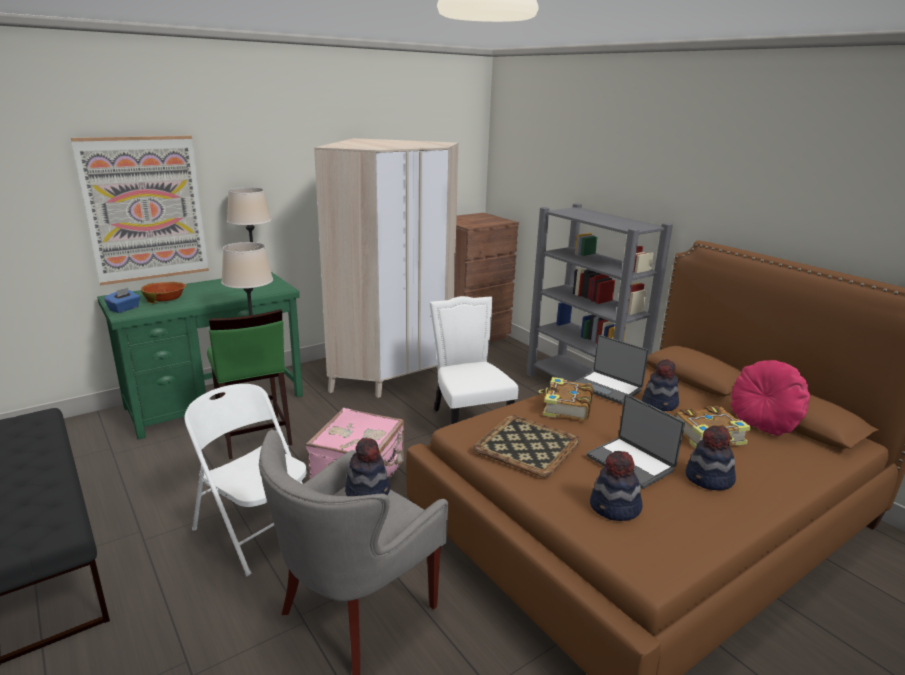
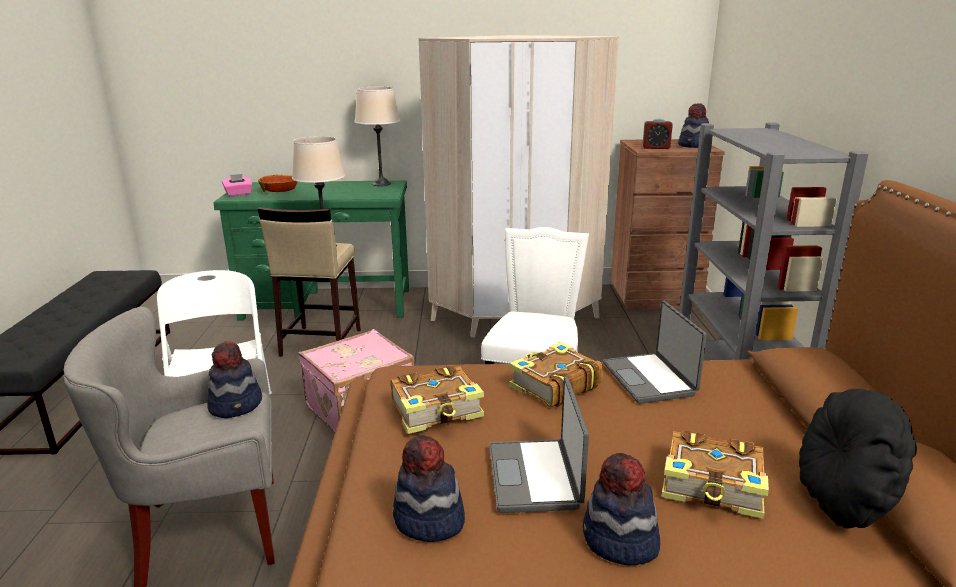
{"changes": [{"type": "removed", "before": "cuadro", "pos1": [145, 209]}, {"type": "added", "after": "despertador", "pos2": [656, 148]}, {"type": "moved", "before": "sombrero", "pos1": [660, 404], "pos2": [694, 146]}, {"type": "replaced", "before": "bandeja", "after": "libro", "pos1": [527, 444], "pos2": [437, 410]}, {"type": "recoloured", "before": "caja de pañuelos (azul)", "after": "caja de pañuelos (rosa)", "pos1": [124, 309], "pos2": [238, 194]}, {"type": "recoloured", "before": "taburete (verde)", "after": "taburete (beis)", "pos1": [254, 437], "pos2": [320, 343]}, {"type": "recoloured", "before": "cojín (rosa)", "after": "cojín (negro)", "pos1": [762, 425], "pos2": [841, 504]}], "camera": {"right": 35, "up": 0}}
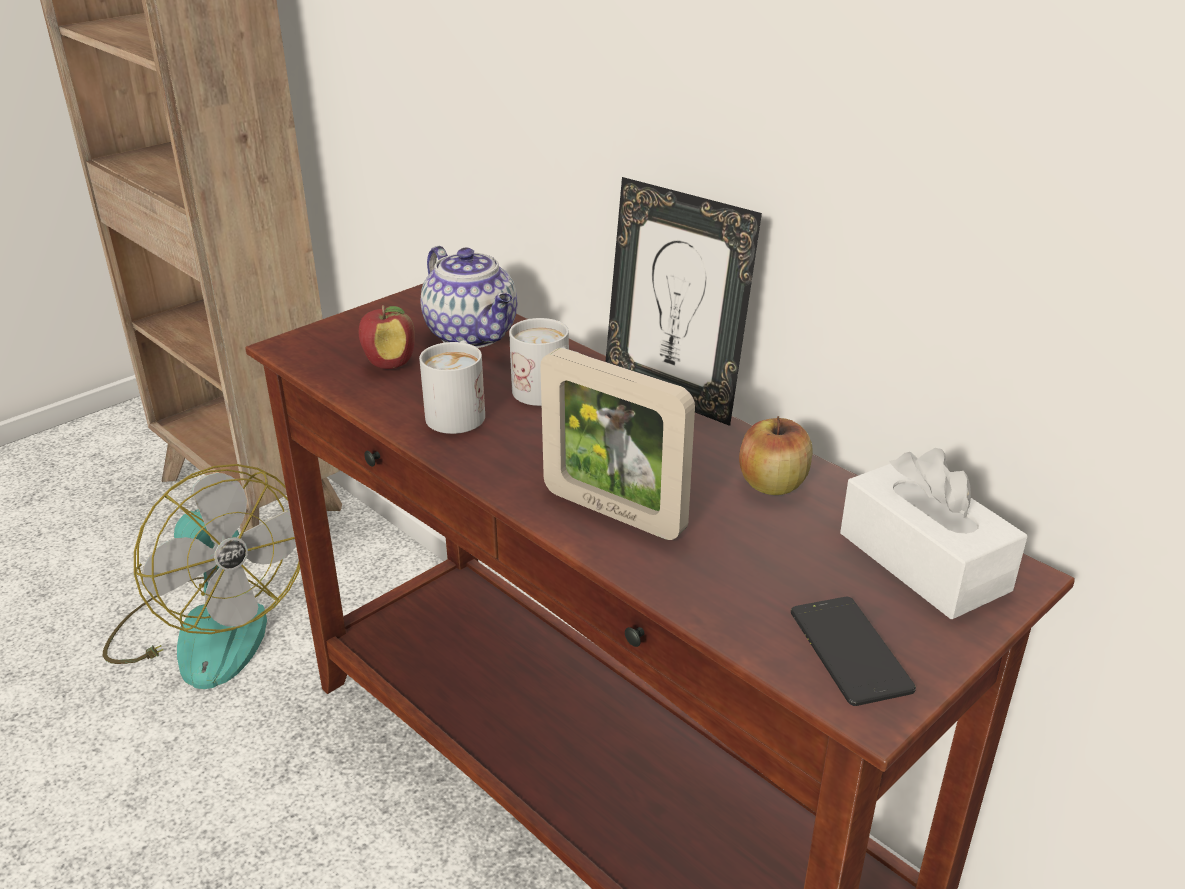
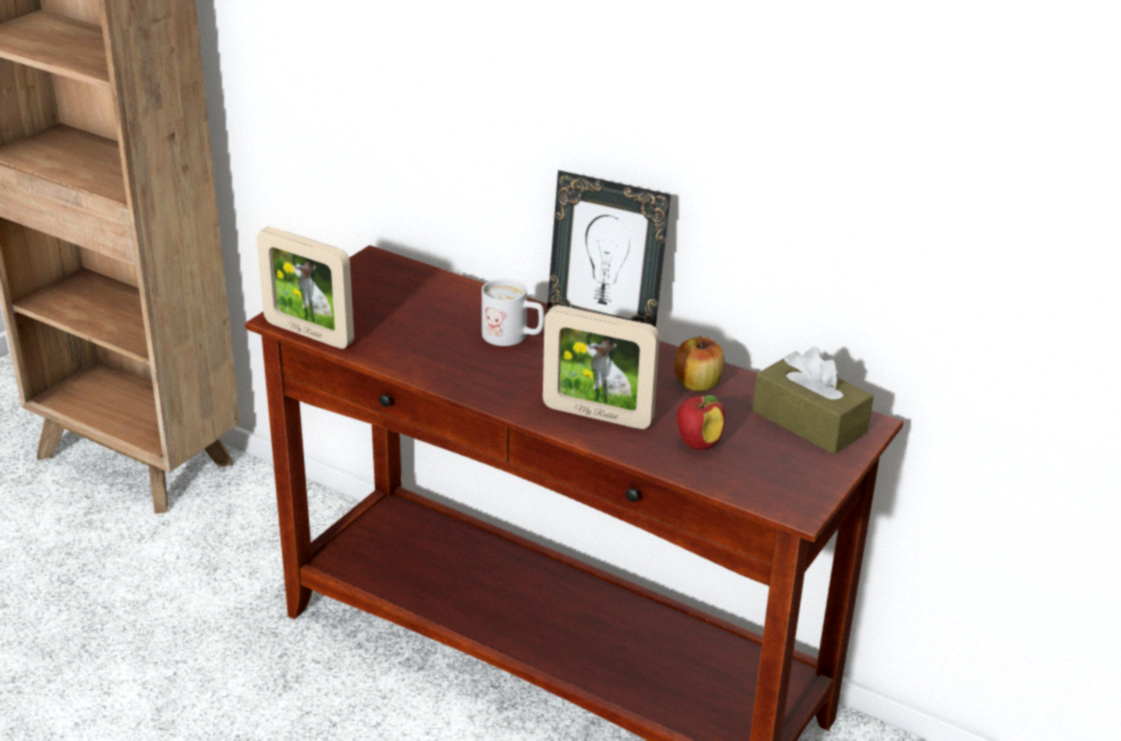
{"changes": [{"type": "removed", "before": "ventilador", "pos1": [208, 628]}, {"type": "removed", "before": "taza grande (blanco)", "pos1": [458, 411]}, {"type": "removed", "before": "tetera", "pos1": [473, 336]}, {"type": "removed", "before": "móvil", "pos1": [850, 651]}, {"type": "added", "after": "portarretratos", "pos2": [308, 333]}, {"type": "moved", "before": "manzana", "pos1": [390, 364], "pos2": [698, 444]}, {"type": "recoloured", "before": "caja de pañuelos (blanco)", "after": "caja de pañuelos (marrón)", "pos1": [923, 561], "pos2": [809, 422]}], "camera": {"right": -15, "up": 0}}
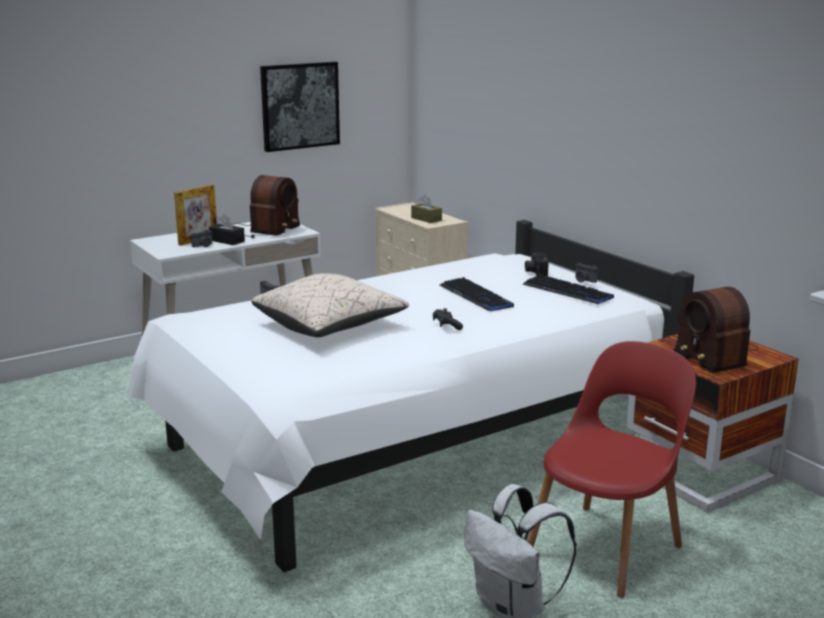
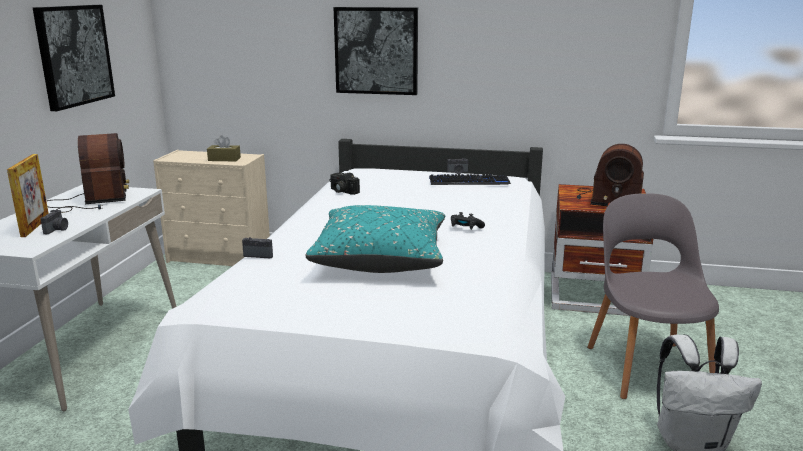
{"changes": [{"type": "removed", "before": "caja de pañuelos (negro)", "pos1": [227, 241]}, {"type": "removed", "before": "teclado", "pos1": [475, 296]}, {"type": "added", "after": "cuadro", "pos2": [376, 51]}, {"type": "moved", "before": "cámara", "pos1": [535, 271], "pos2": [342, 191]}, {"type": "recoloured", "before": "cojín (beis)", "after": "cojín (turquesa)", "pos1": [330, 325], "pos2": [381, 259]}, {"type": "recoloured", "before": "silla (rojo)", "after": "silla (gris)", "pos1": [607, 546], "pos2": [647, 366]}], "camera": {"right": -45, "up": 0}}
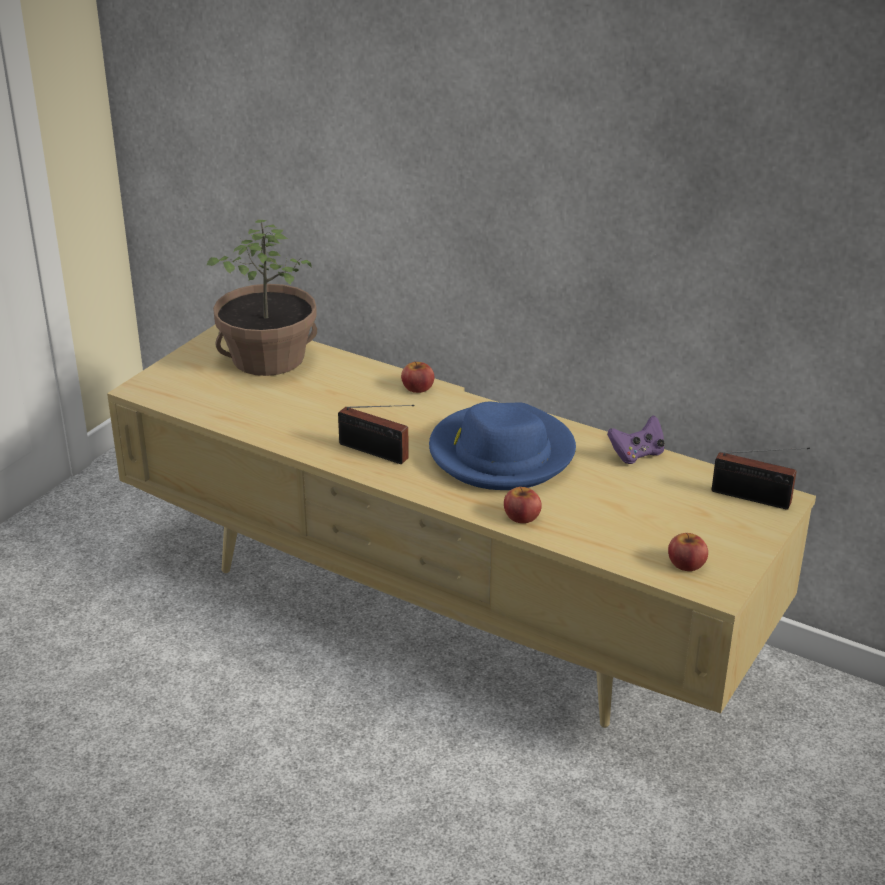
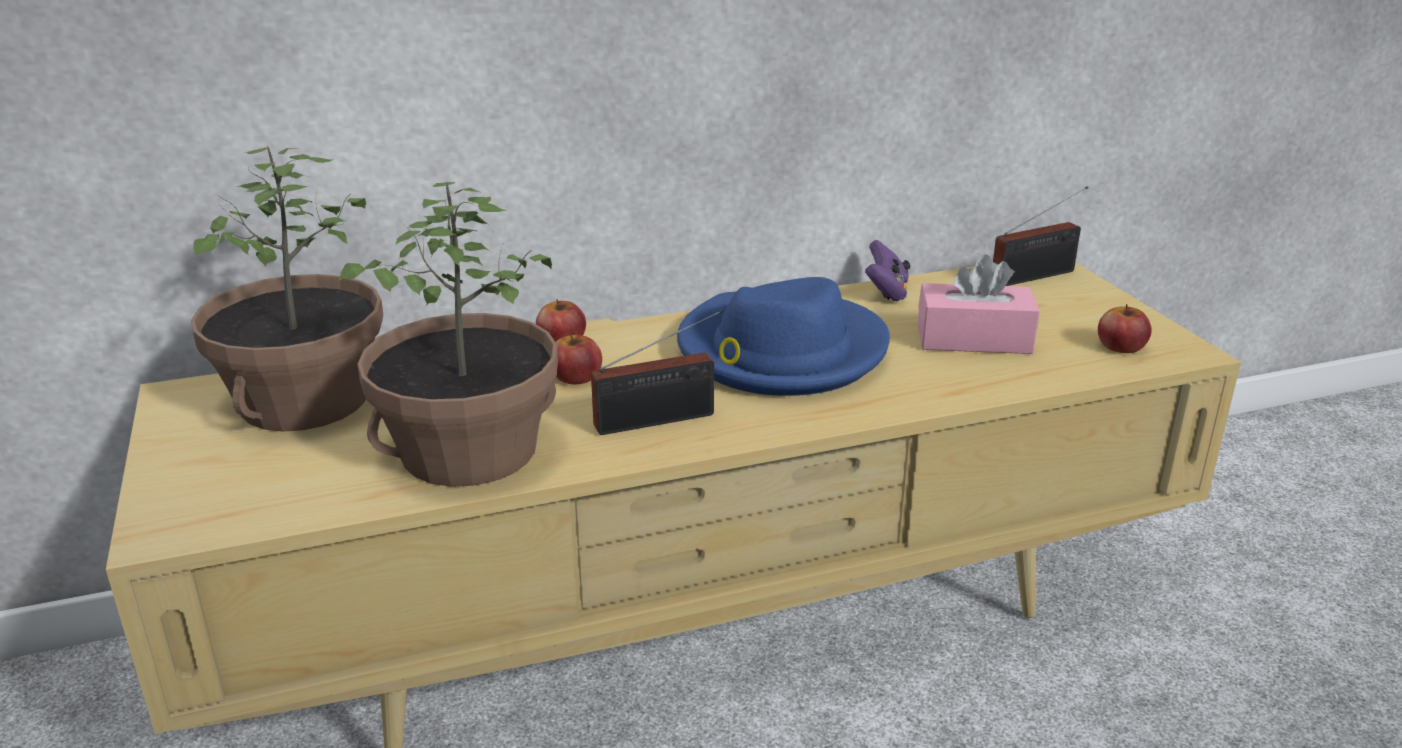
{"changes": [{"type": "added", "after": "planta en maceta", "pos2": [469, 449]}, {"type": "added", "after": "caja de pañuelos (rosa)", "pos2": [973, 339]}, {"type": "moved", "before": "manzana", "pos1": [522, 516], "pos2": [576, 376]}], "camera": {"right": -50, "up": -5}}
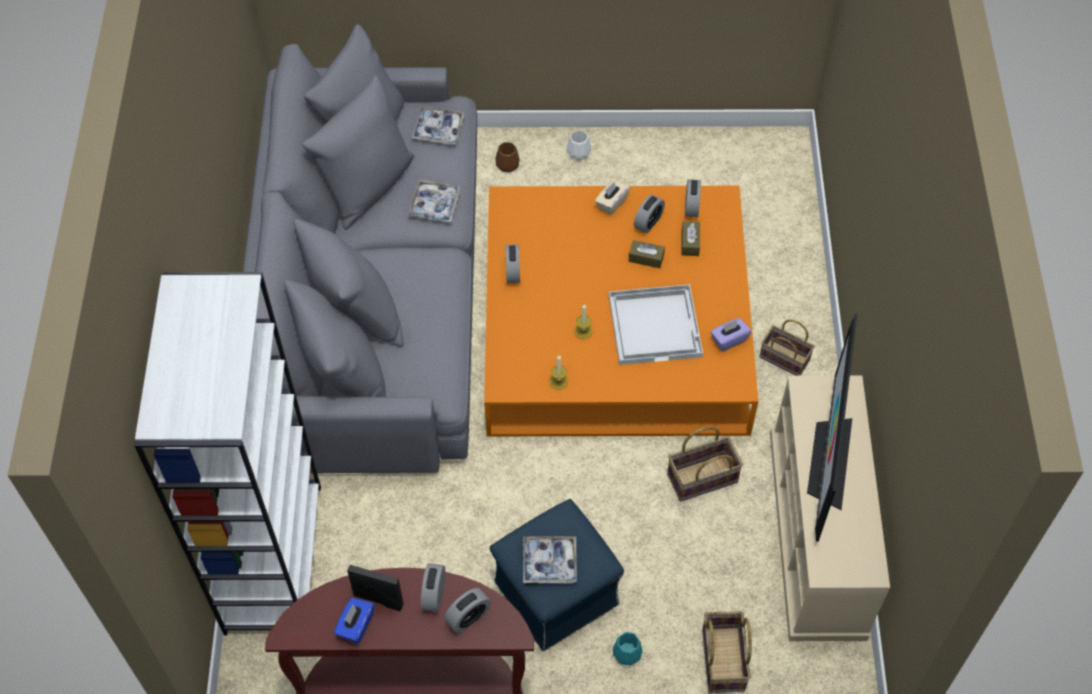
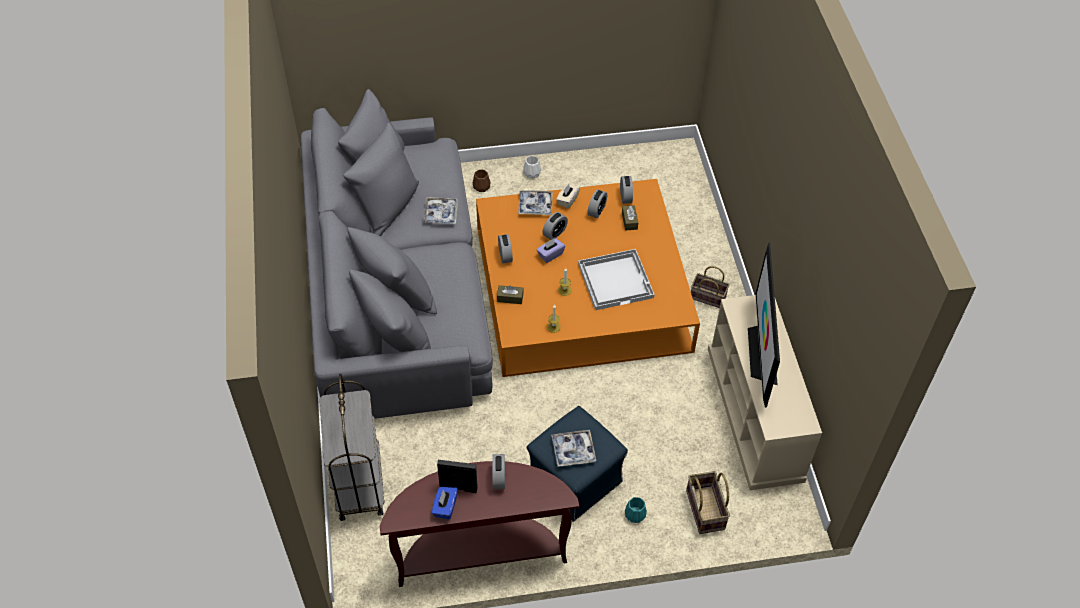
{"changes": [{"type": "removed", "before": "cesta", "pos1": [702, 479]}, {"type": "moved", "before": "bandeja", "pos1": [438, 129], "pos2": [535, 206]}, {"type": "moved", "before": "despertador", "pos1": [468, 617], "pos2": [554, 233]}, {"type": "moved", "before": "caja de pañuelos (marrón)", "pos1": [646, 258], "pos2": [510, 298]}, {"type": "moved", "before": "caja de pañuelos (morado)", "pos1": [729, 340], "pos2": [550, 254]}, {"type": "replaced", "before": "estantería (blanco)", "after": "carrito (gris)", "pos1": [272, 557], "pos2": [358, 483]}], "camera": {"right": -10, "up": -5}}
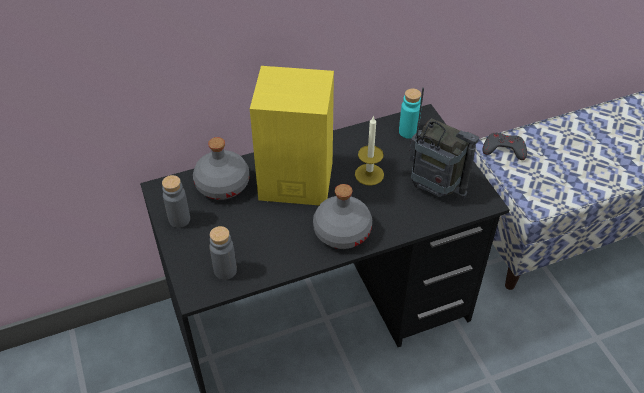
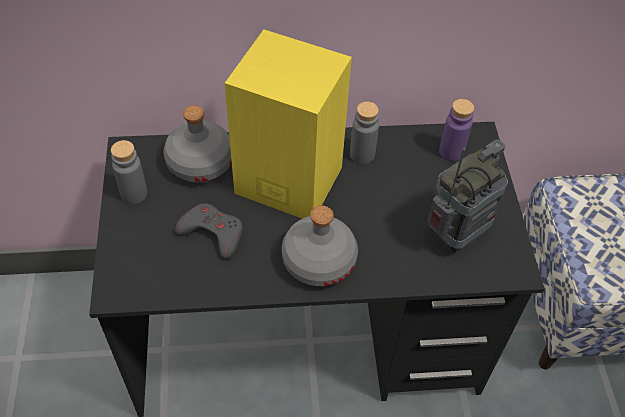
{"changes": [{"type": "removed", "before": "vela", "pos1": [369, 174]}, {"type": "moved", "before": "botella (gris)", "pos1": [225, 270], "pos2": [362, 154]}, {"type": "moved", "before": "mando de consola (gris)", "pos1": [504, 149], "pos2": [212, 233]}, {"type": "recoloured", "before": "botella (turquesa)", "after": "botella (morado)", "pos1": [408, 132], "pos2": [451, 151]}, {"type": "turned", "before": "radio", "pos1": [434, 188], "pos2": [456, 234], "turn": -90}], "camera": {"right": 15, "up": 5}}
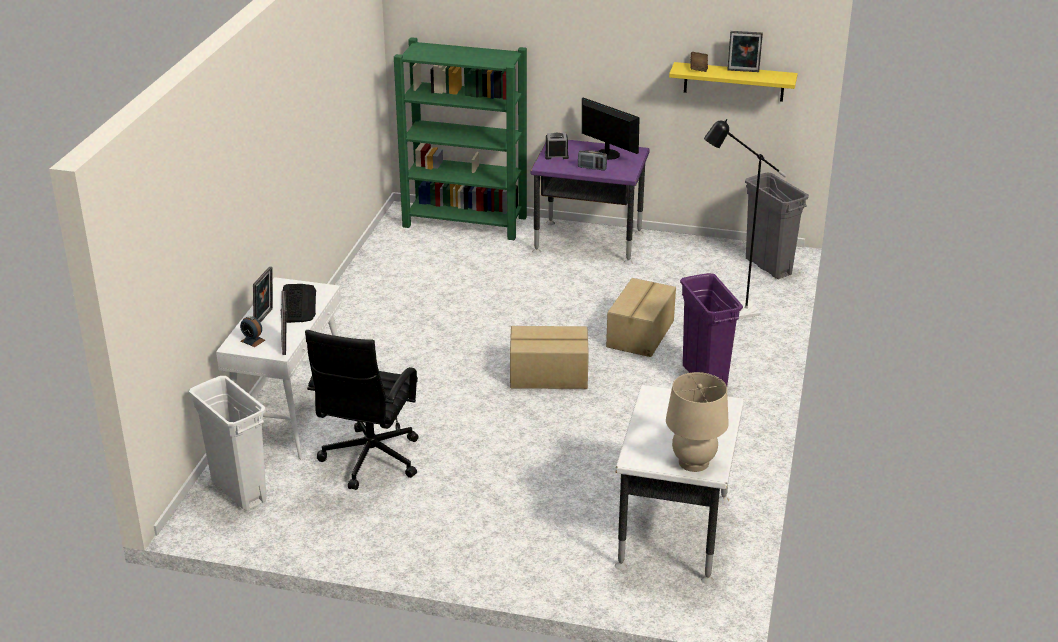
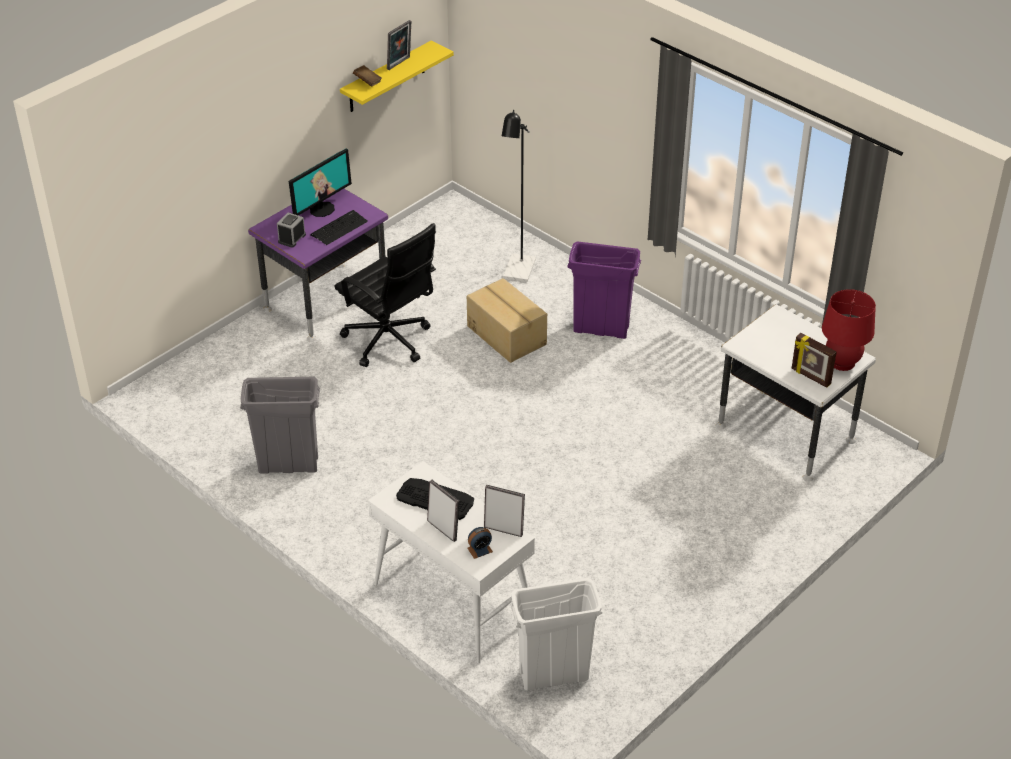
{"changes": [{"type": "removed", "before": "estantería (verde)", "pos1": [465, 222]}, {"type": "removed", "before": "caja de cartón", "pos1": [549, 375]}, {"type": "added", "after": "portarretratos", "pos2": [810, 377]}, {"type": "moved", "before": "silla de oficina (negro)", "pos1": [369, 462], "pos2": [390, 342]}, {"type": "moved", "before": "papelera (gris)", "pos1": [768, 267], "pos2": [289, 465]}, {"type": "replaced", "before": "radio", "after": "teclado", "pos1": [592, 168], "pos2": [339, 228]}, {"type": "recoloured", "before": "lámpara de mesa (beis)", "after": "lámpara de mesa (rojo)", "pos1": [693, 462], "pos2": [842, 362]}, {"type": "turned", "before": "monitor", "pos1": [607, 154], "pos2": [322, 209], "turn": 150}], "camera": {"right": -60, "up": 10}}
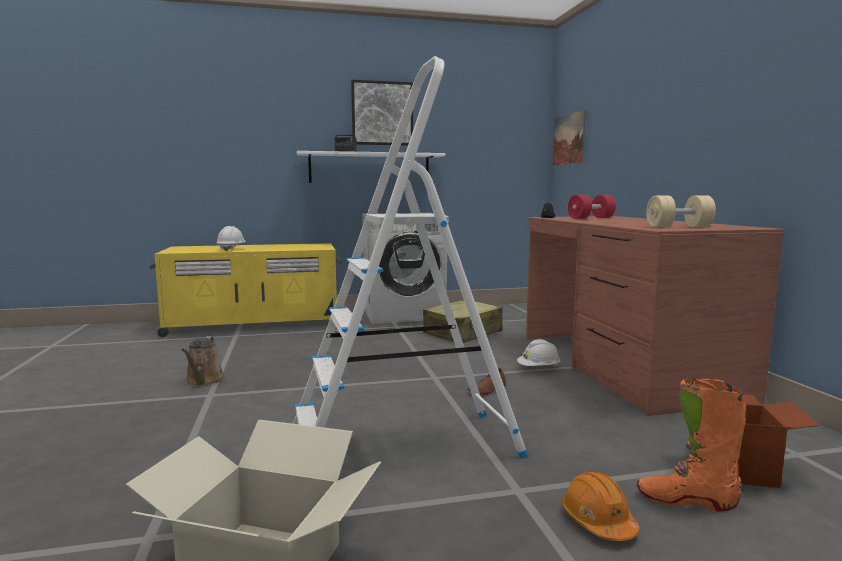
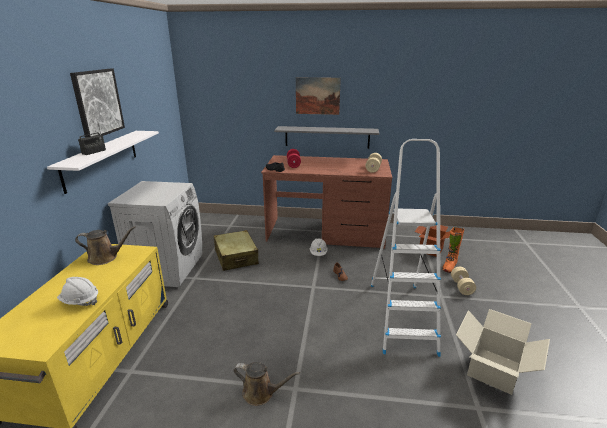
{"changes": [{"type": "added", "after": "regadera (marrón)", "pos2": [105, 258]}, {"type": "added", "after": "estante (gris)", "pos2": [327, 137]}, {"type": "moved", "before": "cuadro", "pos1": [568, 139], "pos2": [317, 96]}, {"type": "replaced", "before": "casco (naranja)", "after": "mancuerna (beis)", "pos1": [598, 521], "pos2": [461, 287]}], "camera": {"right": -70, "up": 15}}
